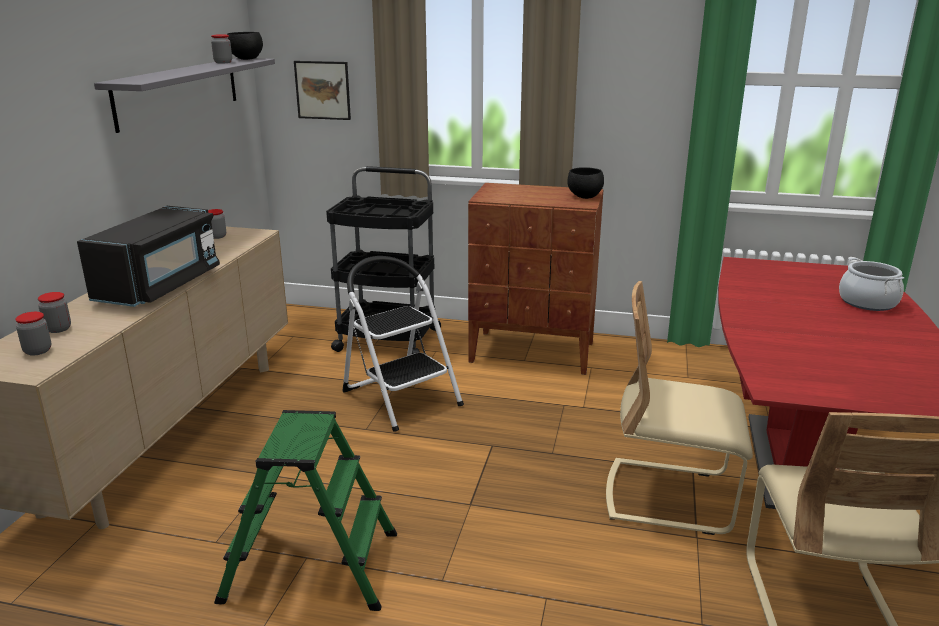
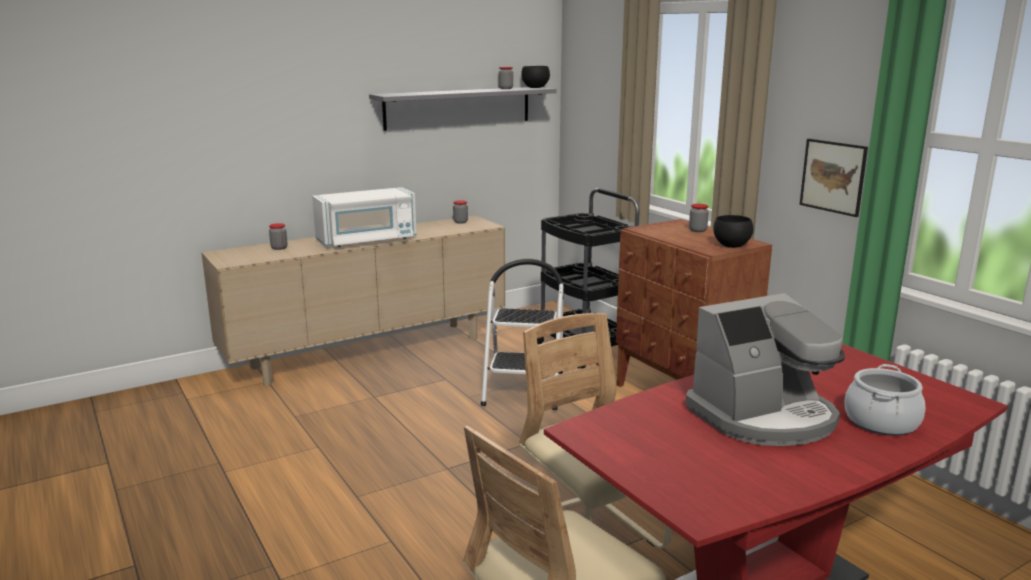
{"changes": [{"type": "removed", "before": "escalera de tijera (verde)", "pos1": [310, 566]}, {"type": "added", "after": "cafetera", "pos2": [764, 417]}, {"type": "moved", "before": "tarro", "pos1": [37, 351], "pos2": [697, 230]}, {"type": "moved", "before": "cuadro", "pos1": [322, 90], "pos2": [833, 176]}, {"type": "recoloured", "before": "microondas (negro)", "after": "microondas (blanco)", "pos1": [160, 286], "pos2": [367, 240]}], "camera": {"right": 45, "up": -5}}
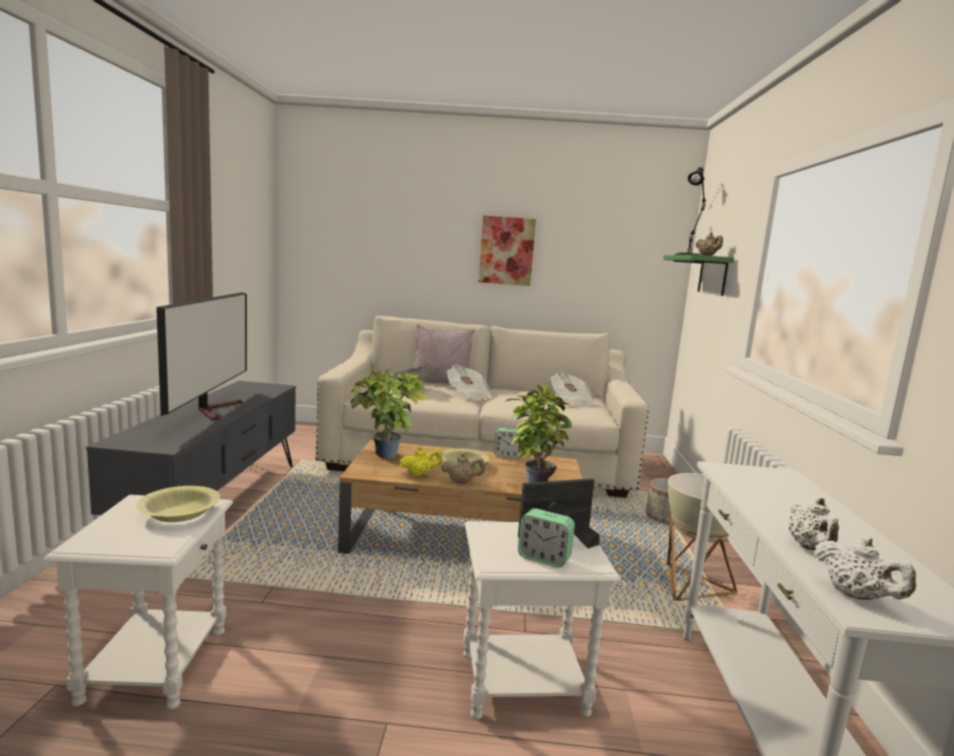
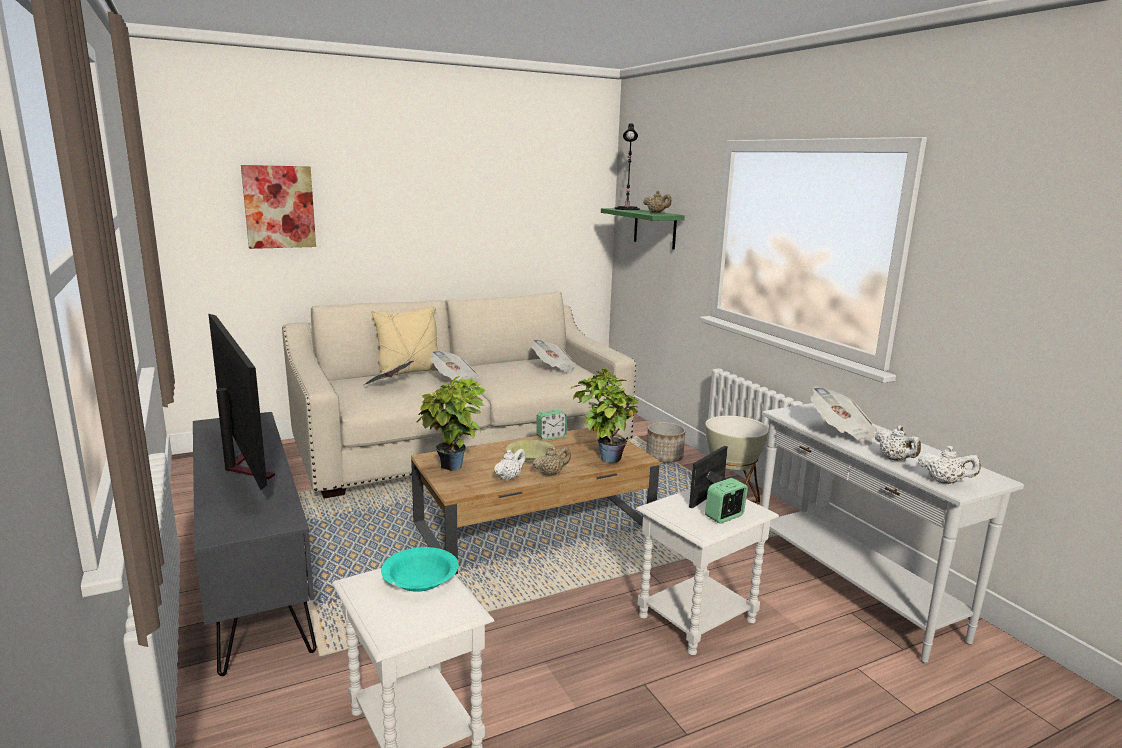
{"changes": [{"type": "added", "after": "periódico", "pos2": [842, 433]}, {"type": "moved", "before": "cuadro", "pos1": [506, 251], "pos2": [279, 207]}, {"type": "recoloured", "before": "cuenco (amarillo)", "after": "cuenco (turquesa)", "pos1": [179, 513], "pos2": [420, 579]}, {"type": "recoloured", "before": "tetera (amarillo)", "after": "tetera (blanco)", "pos1": [420, 475], "pos2": [509, 478]}, {"type": "recoloured", "before": "cojín (morado)", "after": "cojín (beis)", "pos1": [440, 383], "pos2": [409, 373]}, {"type": "turned", "before": "despertador", "pos1": [544, 558], "pos2": [724, 517], "turn": 150}], "camera": {"right": -30, "up": 5}}
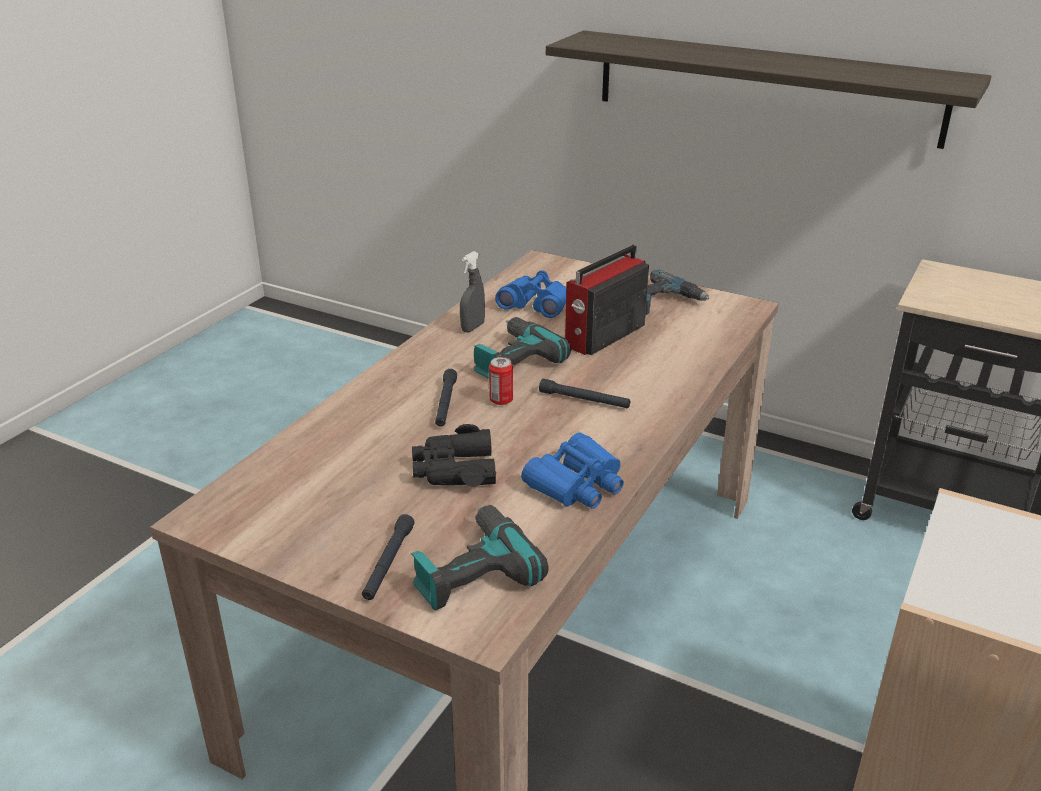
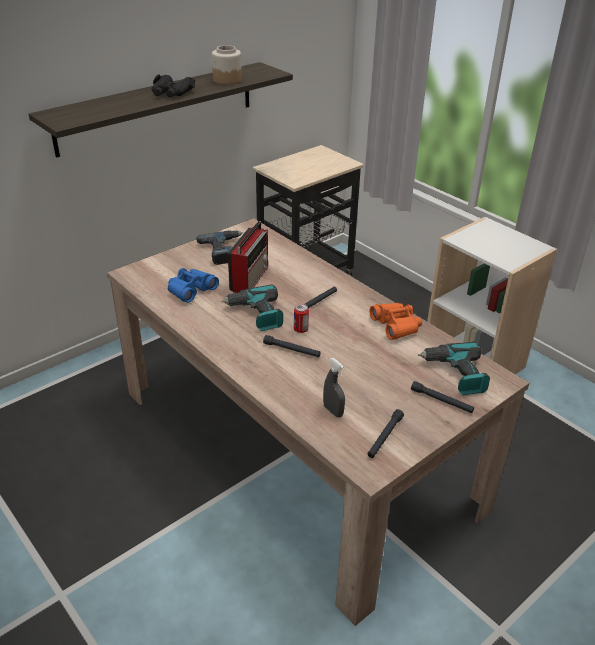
{"changes": [{"type": "added", "after": "tarro", "pos2": [227, 80]}, {"type": "added", "after": "linterna (negro)", "pos2": [384, 437]}, {"type": "moved", "before": "prismáticos (negro)", "pos1": [454, 469], "pos2": [171, 93]}, {"type": "moved", "before": "pulverizador (gris)", "pos1": [473, 327], "pos2": [333, 411]}, {"type": "recoloured", "before": "prismáticos (azul)", "after": "prismáticos (naranja)", "pos1": [576, 484], "pos2": [396, 325]}, {"type": "turned", "before": "radio", "pos1": [603, 336], "pos2": [250, 278], "turn": -135}], "camera": {"right": -70, "up": 5}}
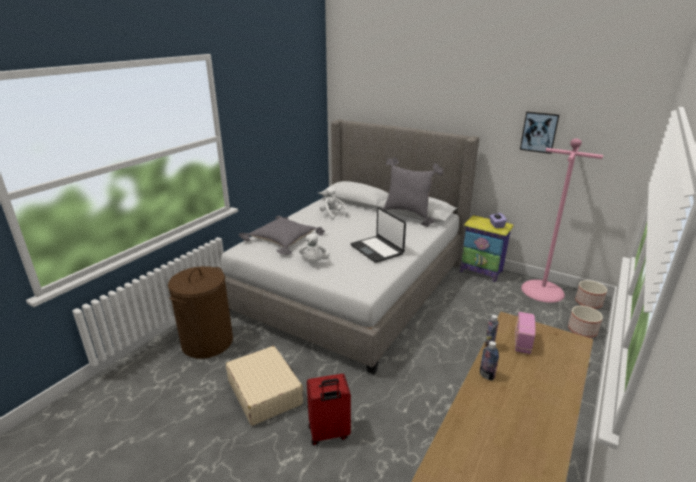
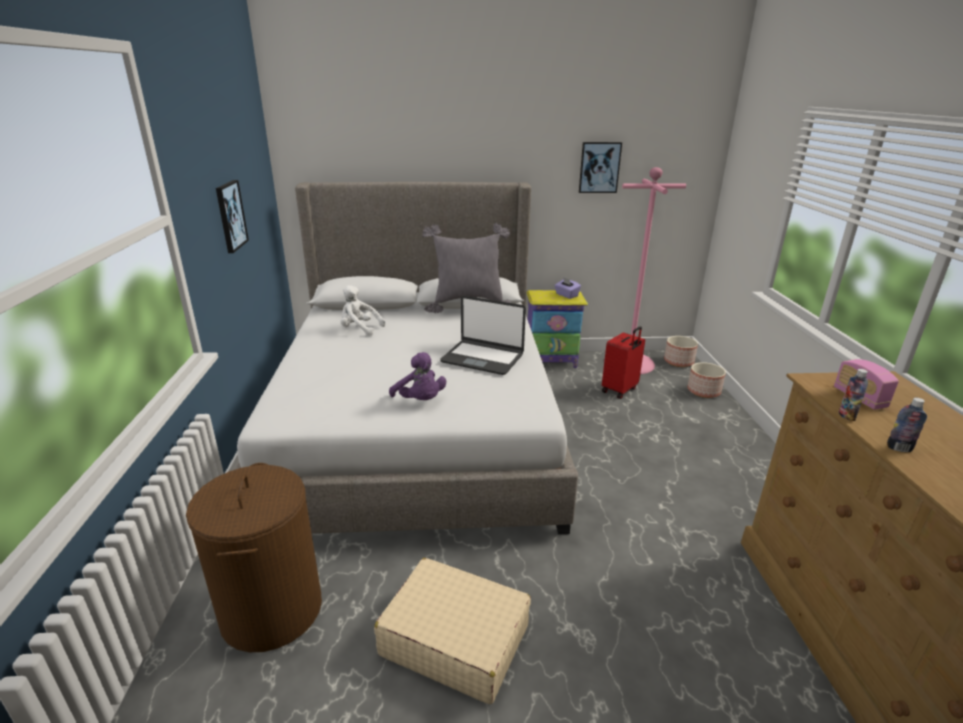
{"changes": [{"type": "removed", "before": "cojín (gris)", "pos1": [283, 237]}, {"type": "added", "after": "cuadro", "pos2": [230, 216]}, {"type": "moved", "before": "maleta (rojo)", "pos1": [329, 433], "pos2": [620, 390]}, {"type": "recoloured", "before": "peluche (blanco)", "after": "peluche (morado)", "pos1": [314, 262], "pos2": [420, 401]}], "camera": {"right": -35, "up": 0}}
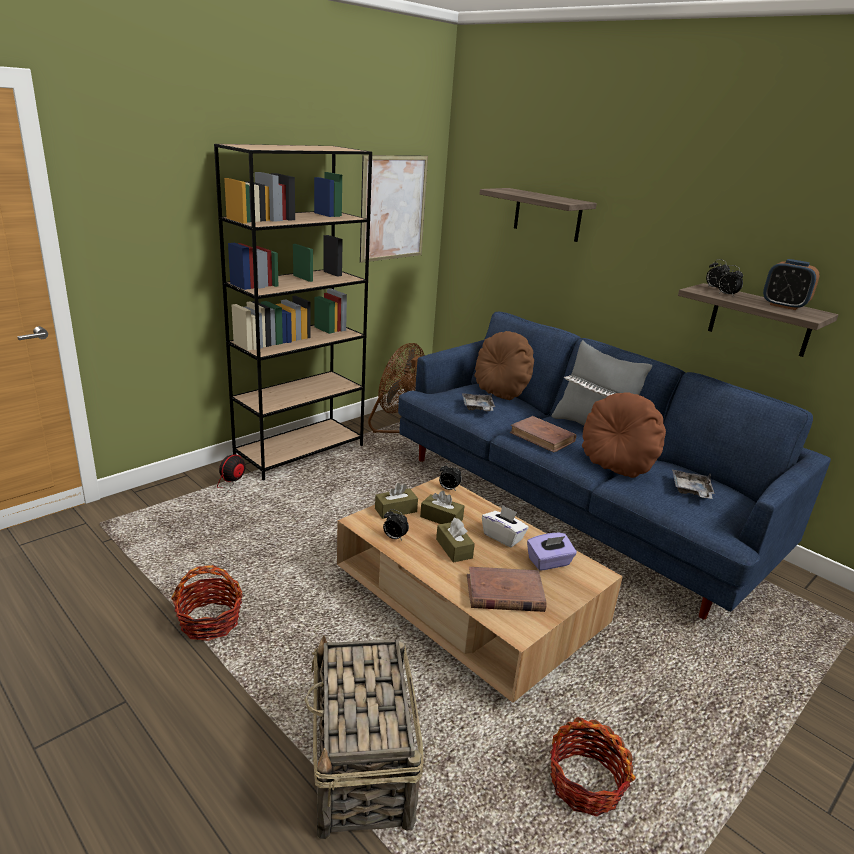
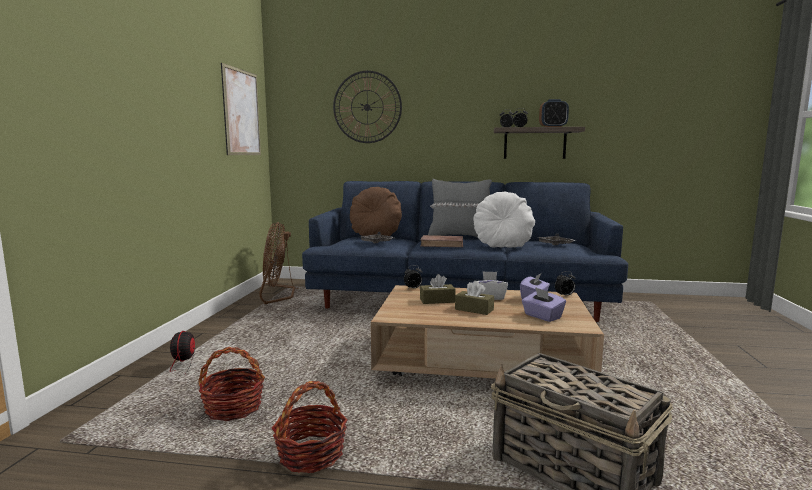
{"changes": [{"type": "removed", "before": "estantería (beis)", "pos1": [300, 452]}, {"type": "removed", "before": "caja de pañuelos (marrón)", "pos1": [395, 510]}, {"type": "moved", "before": "despertador", "pos1": [394, 537], "pos2": [564, 296]}, {"type": "moved", "before": "cesta", "pos1": [585, 784], "pos2": [233, 408]}, {"type": "replaced", "before": "libro (marrón)", "after": "caja de pañuelos (morado)", "pos1": [504, 593], "pos2": [542, 316]}, {"type": "replaced", "before": "estante", "after": "reloj de pared", "pos1": [547, 215], "pos2": [367, 107]}, {"type": "recoloured", "before": "cojín (marrón)", "after": "cojín (blanco)", "pos1": [616, 467], "pos2": [502, 246]}], "camera": {"right": -35, "up": -15}}
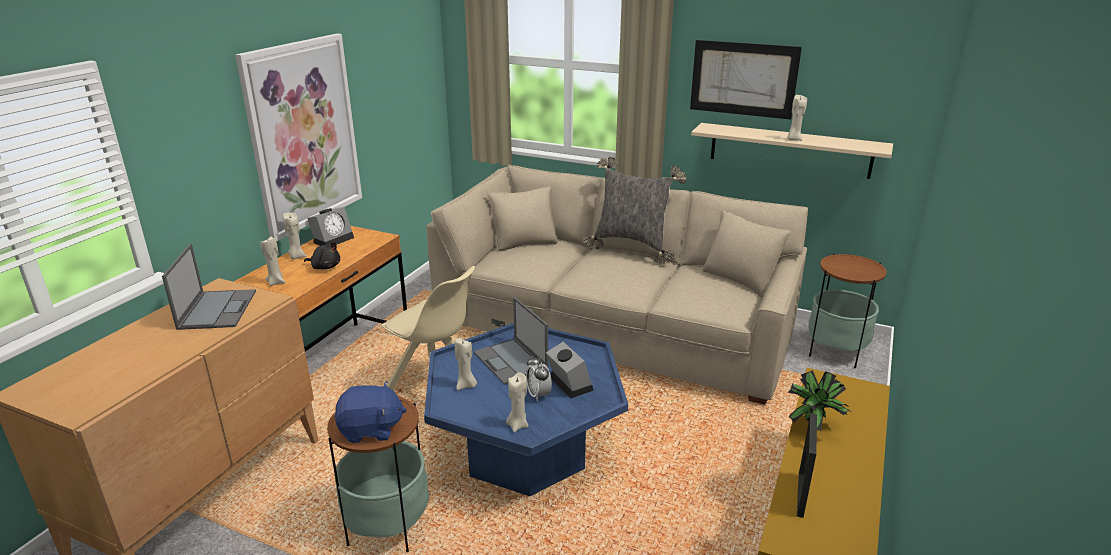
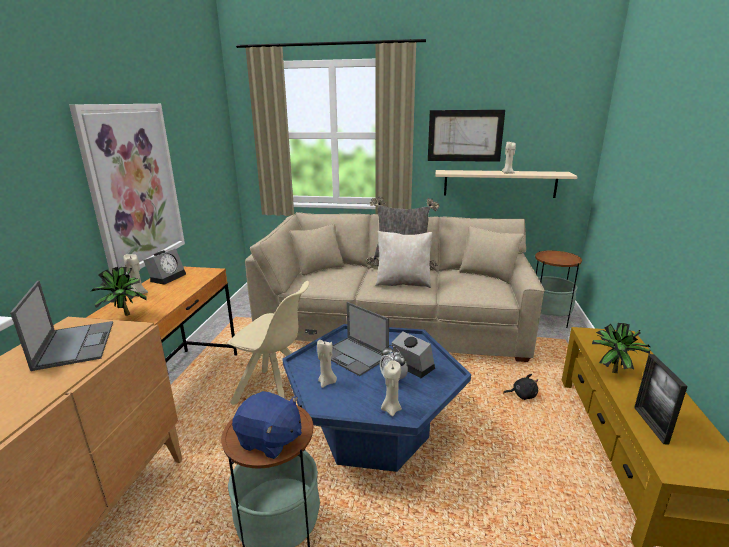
{"changes": [{"type": "added", "after": "cojín (beis)", "pos2": [403, 283]}, {"type": "moved", "before": "peluche (negro)", "pos1": [325, 267], "pos2": [522, 395]}, {"type": "replaced", "before": "vela (beis)", "after": "planta en maceta", "pos1": [276, 282], "pos2": [125, 316]}, {"type": "turned", "before": "peluche (azul)", "pos1": [371, 430], "pos2": [269, 440], "turn": 45}], "camera": {"right": -15, "up": -5}}
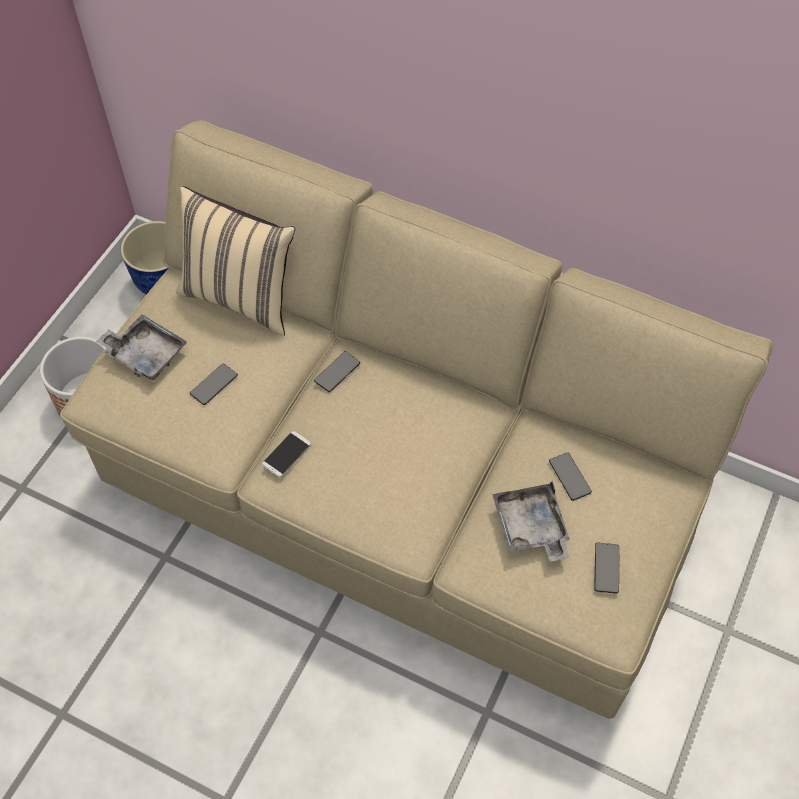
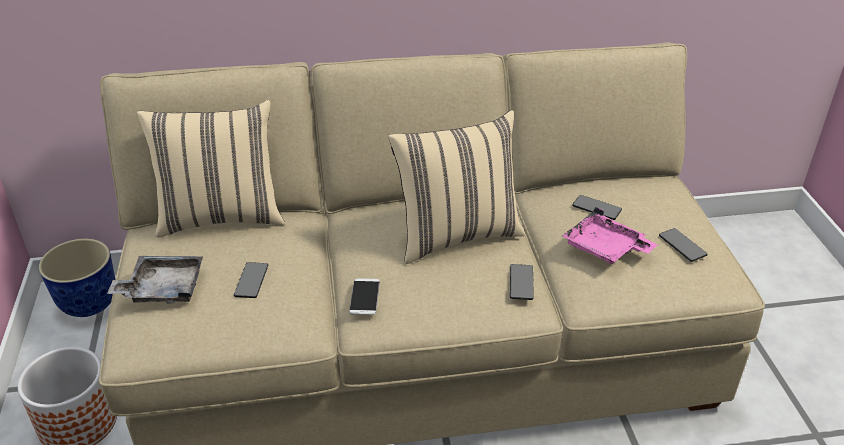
{"changes": [{"type": "added", "after": "cojín (beis)", "pos2": [456, 235]}, {"type": "moved", "before": "móvil", "pos1": [337, 372], "pos2": [521, 283]}, {"type": "recoloured", "before": "bandeja (gris)", "after": "bandeja (rosa)", "pos1": [530, 527], "pos2": [605, 248]}], "camera": {"right": -35, "up": -20}}
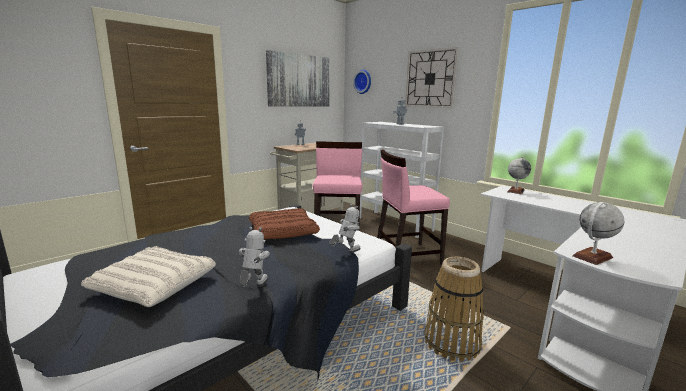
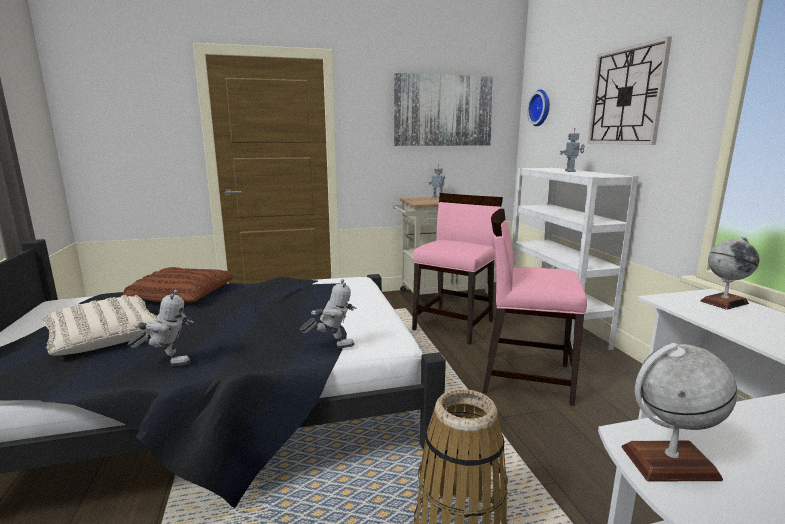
{"changes": [{"type": "moved", "before": "cojín (marrón)", "pos1": [283, 232], "pos2": [182, 295]}, {"type": "turned", "before": "robot de juguete", "pos1": [254, 288], "pos2": [167, 363], "turn": 45}], "camera": {"right": 30, "up": 0}}
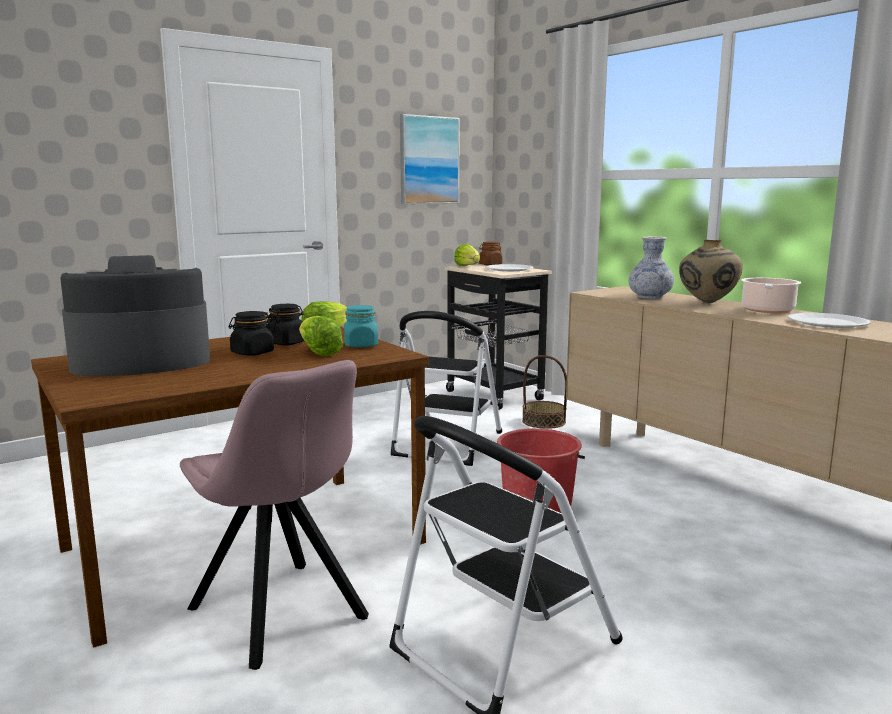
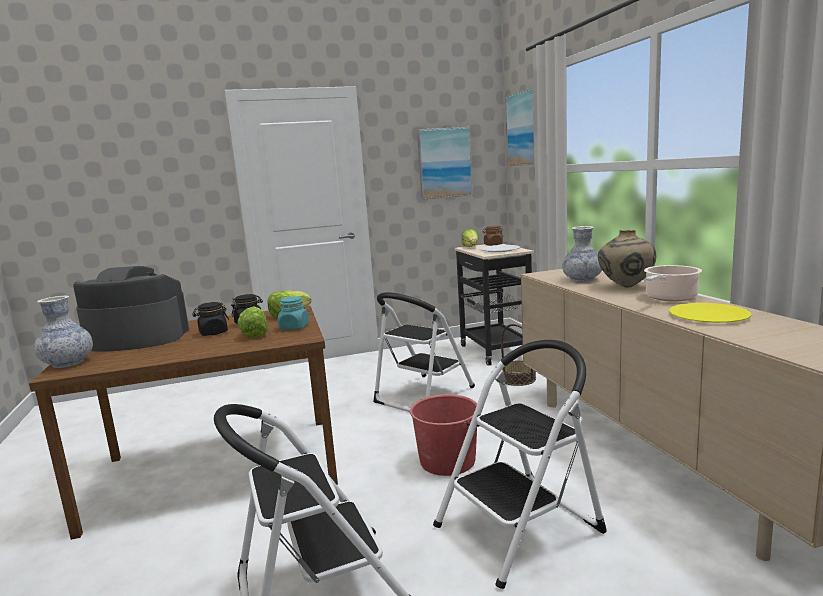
{"changes": [{"type": "removed", "before": "silla (rosa)", "pos1": [279, 613]}, {"type": "added", "after": "florero", "pos2": [68, 363]}, {"type": "added", "after": "escalera de tijera", "pos2": [523, 528]}, {"type": "added", "after": "cuadro", "pos2": [524, 129]}, {"type": "recoloured", "before": "plato (blanco)", "after": "plato (amarillo)", "pos1": [828, 323], "pos2": [709, 315]}], "camera": {"right": 20, "up": 0}}
